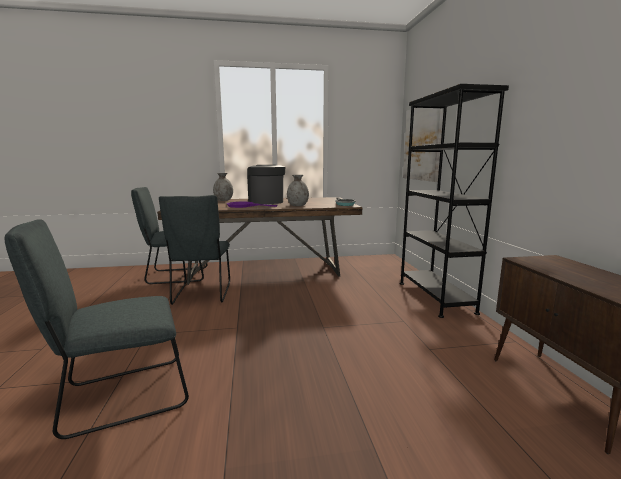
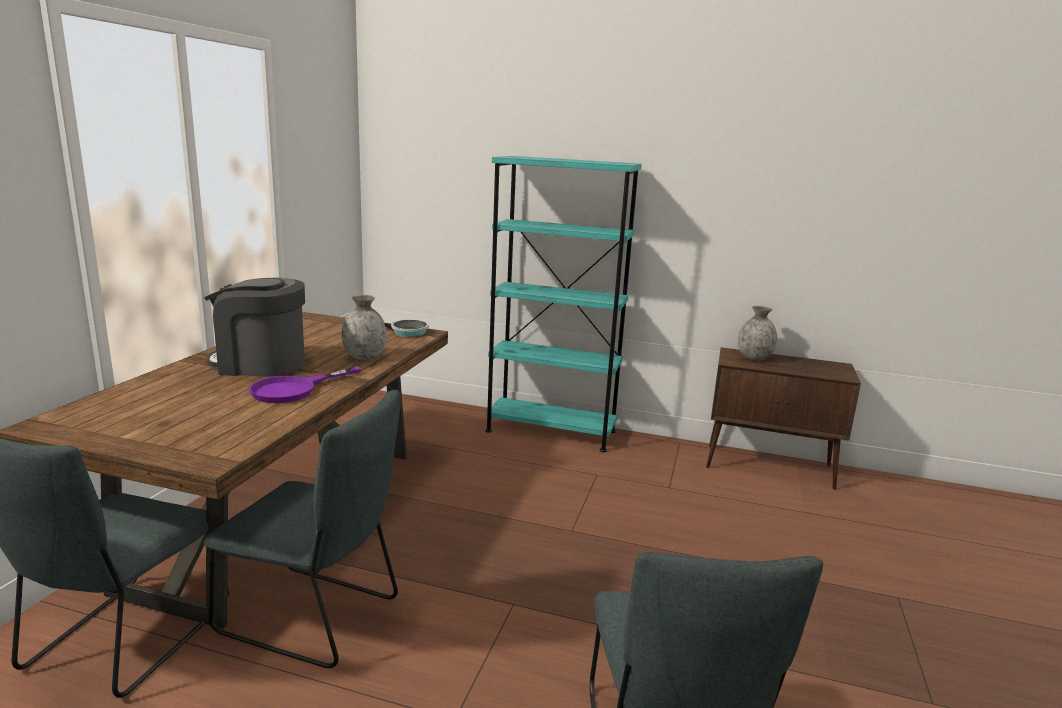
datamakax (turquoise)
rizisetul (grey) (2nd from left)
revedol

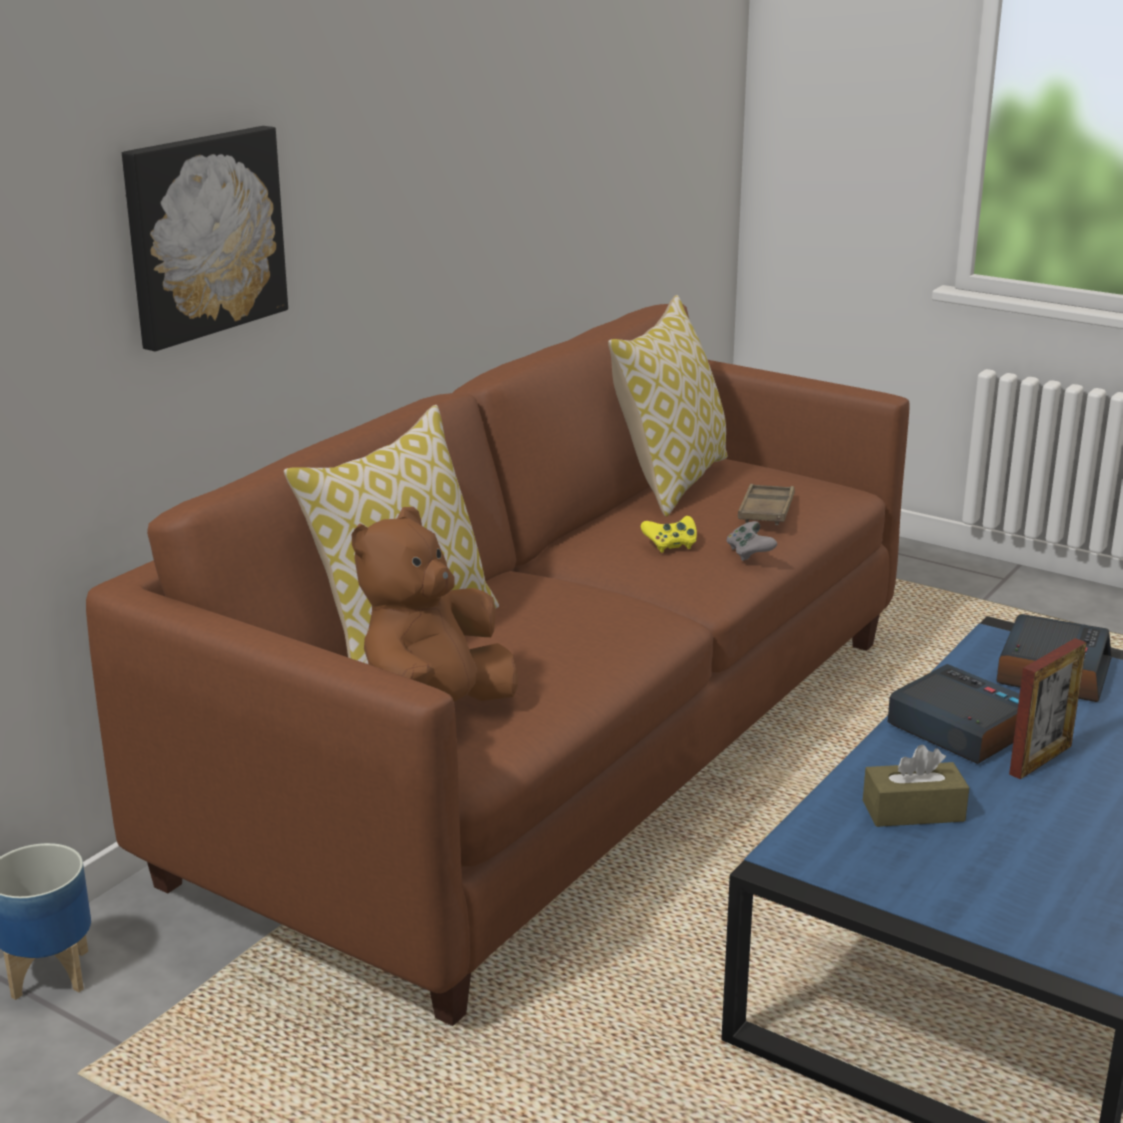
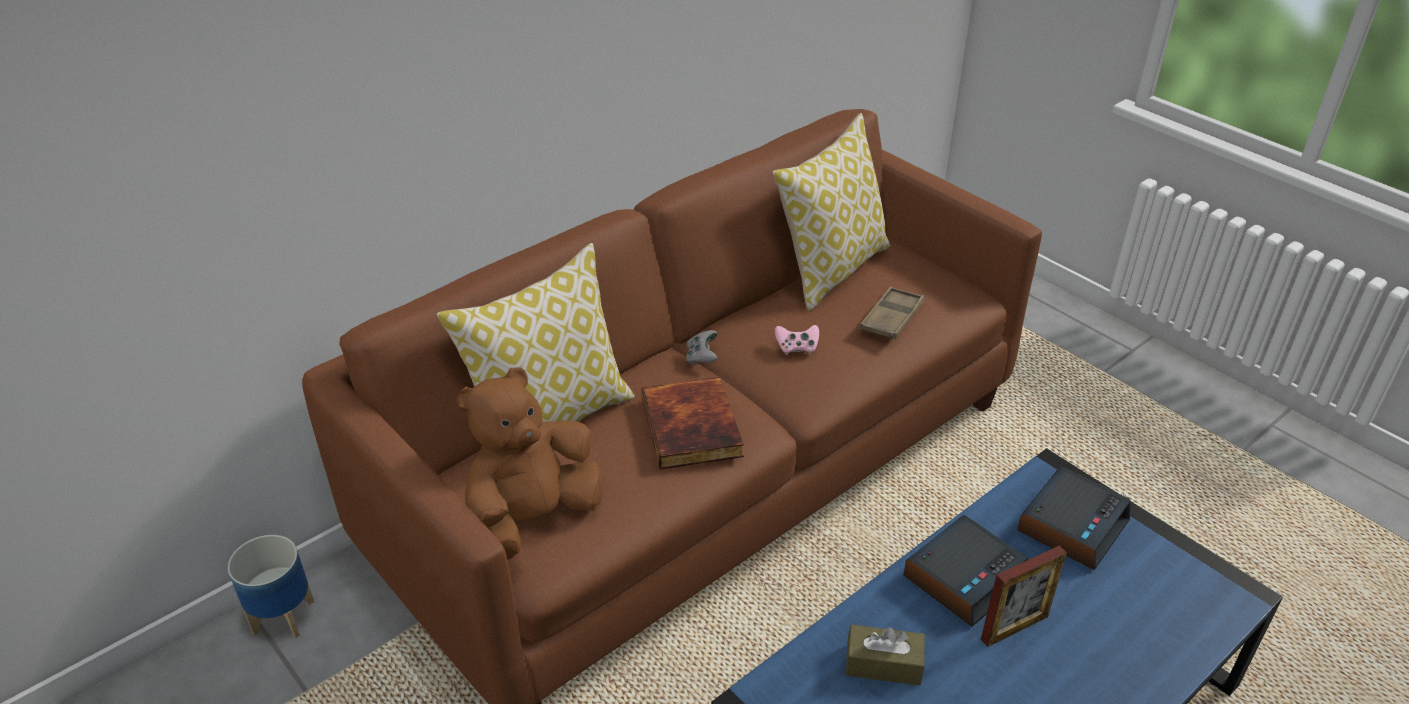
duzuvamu
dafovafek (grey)
dafovafek (pink)
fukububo (1st from left)
revedol

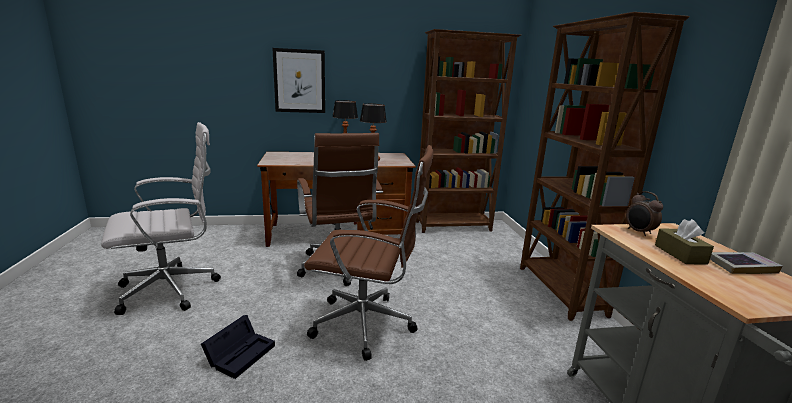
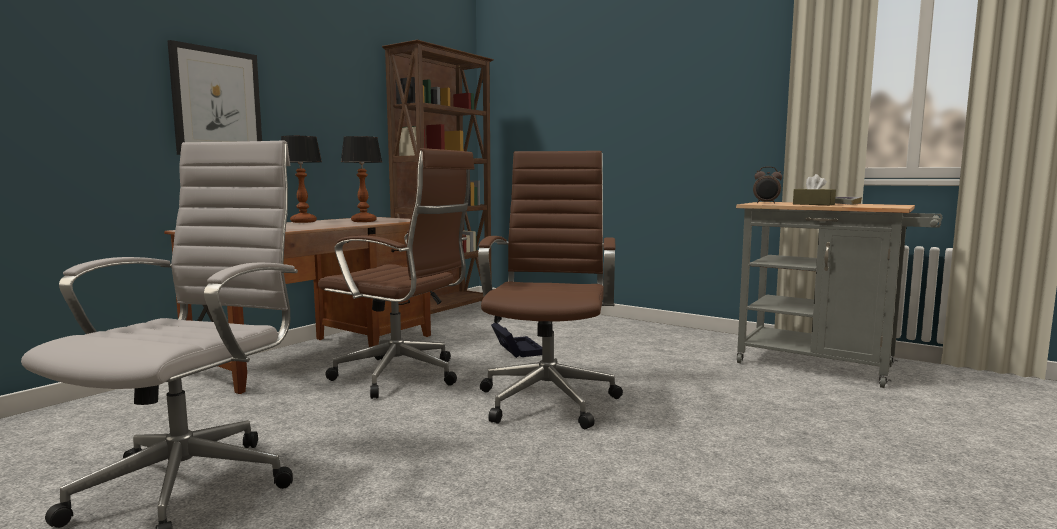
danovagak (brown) (2nd from left)
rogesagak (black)
datamakax (brown) (2nd from left in the first image)

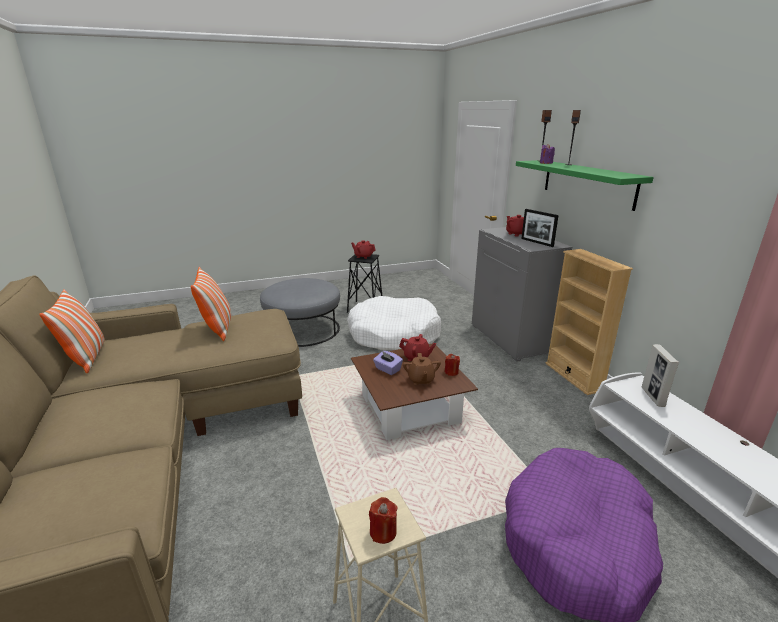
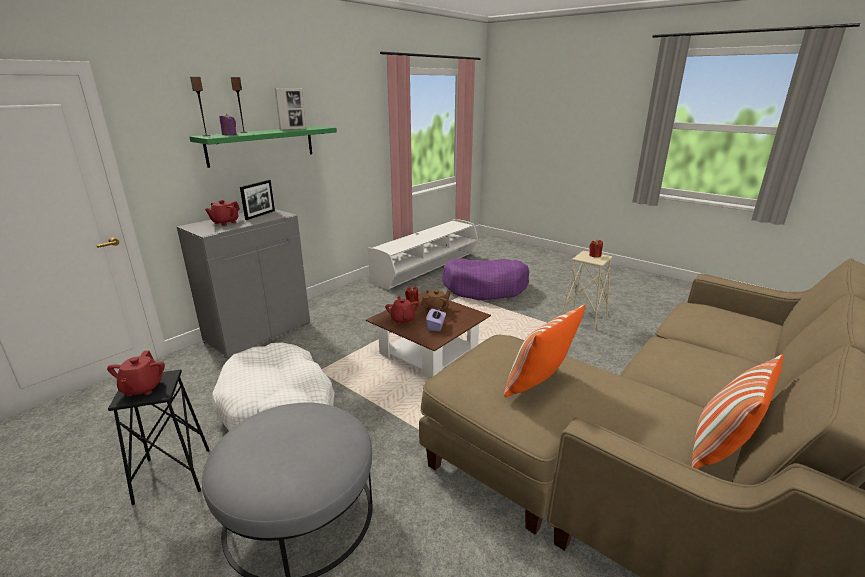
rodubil (2nd from left)
datamakax (beige)

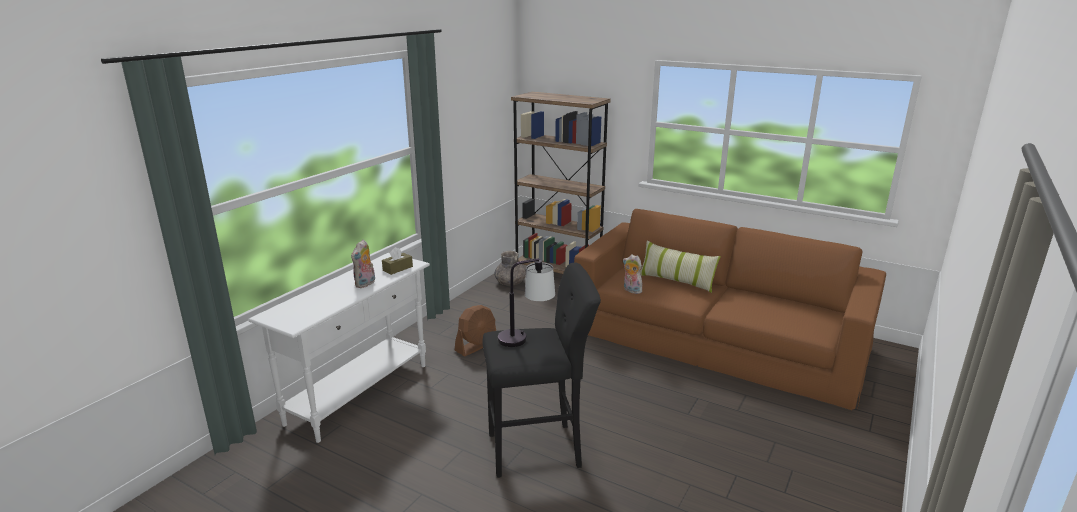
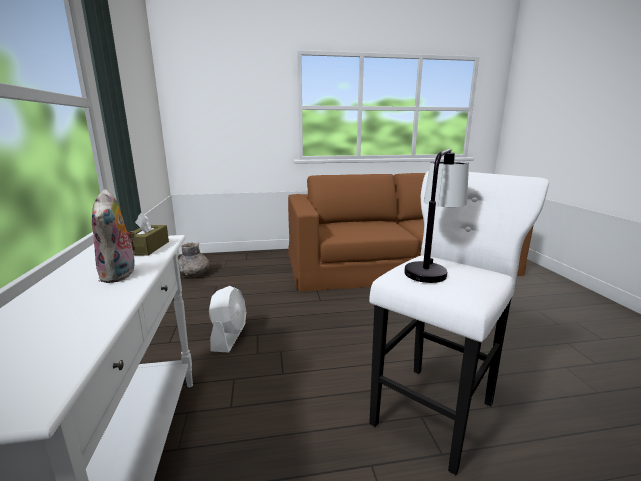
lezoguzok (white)
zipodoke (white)
datamakax (brown)
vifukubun (2nd from left in the first image)
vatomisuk

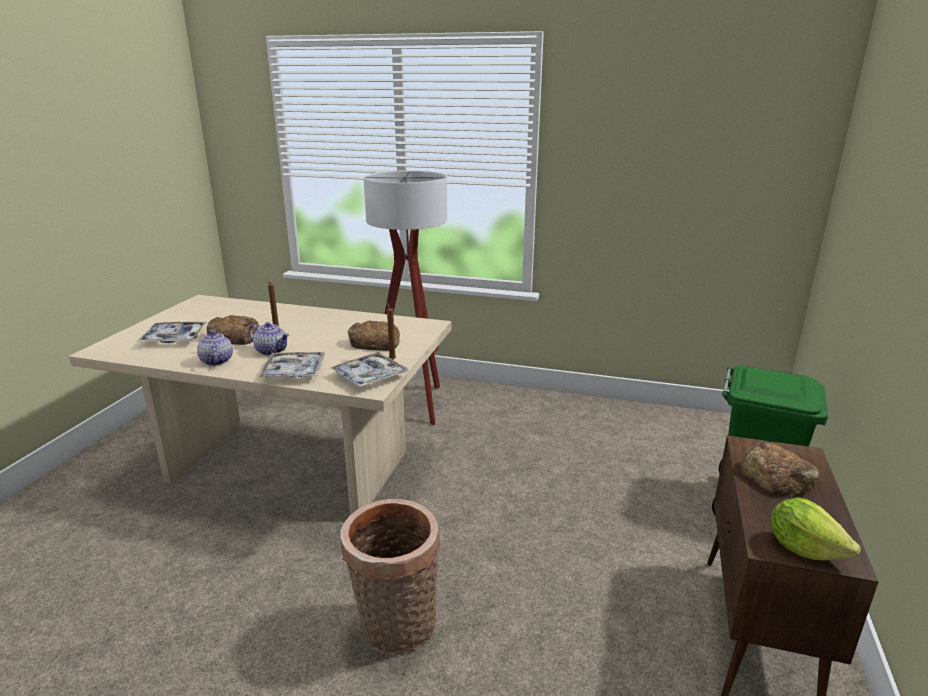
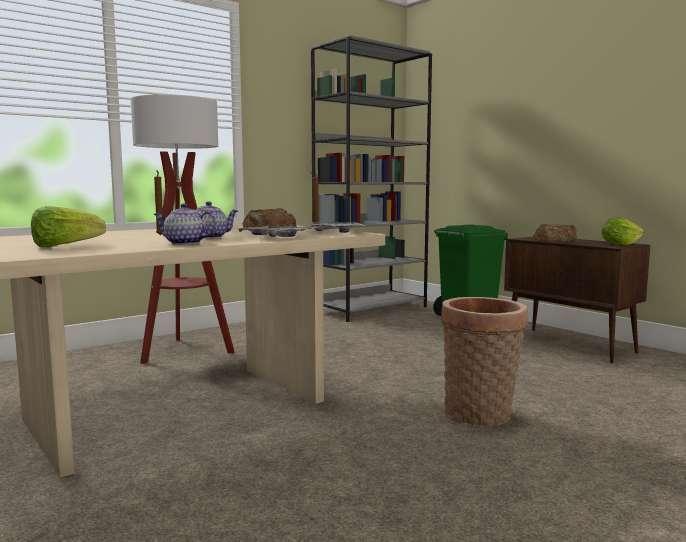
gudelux (1st from left)
datamakax (grey)
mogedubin (1st from left in the first image)

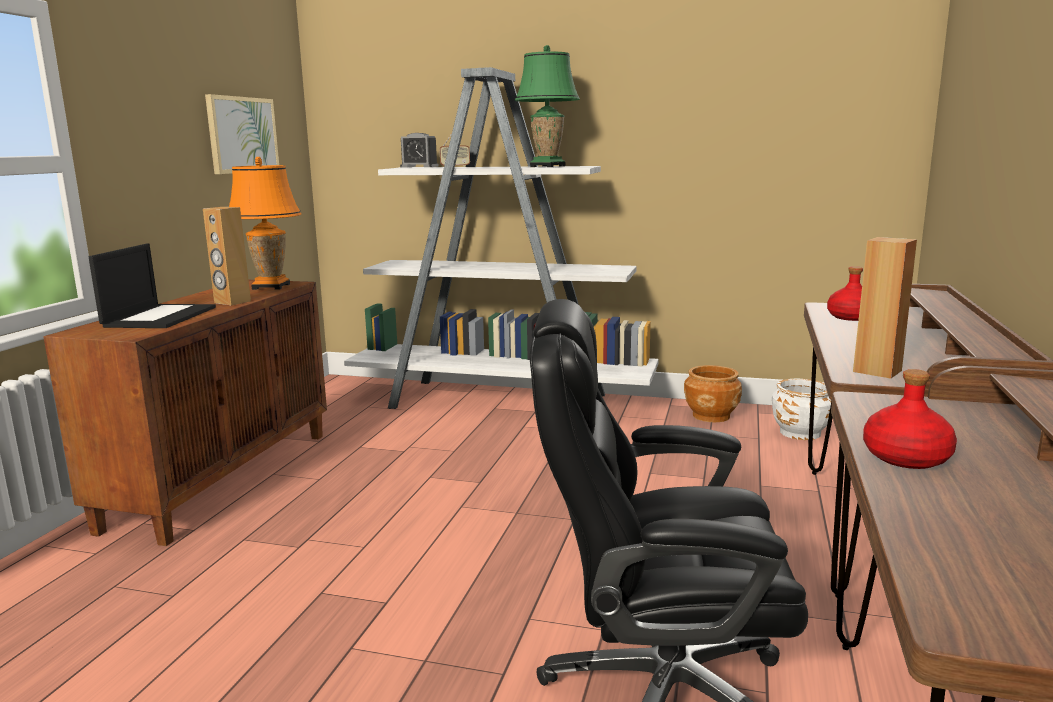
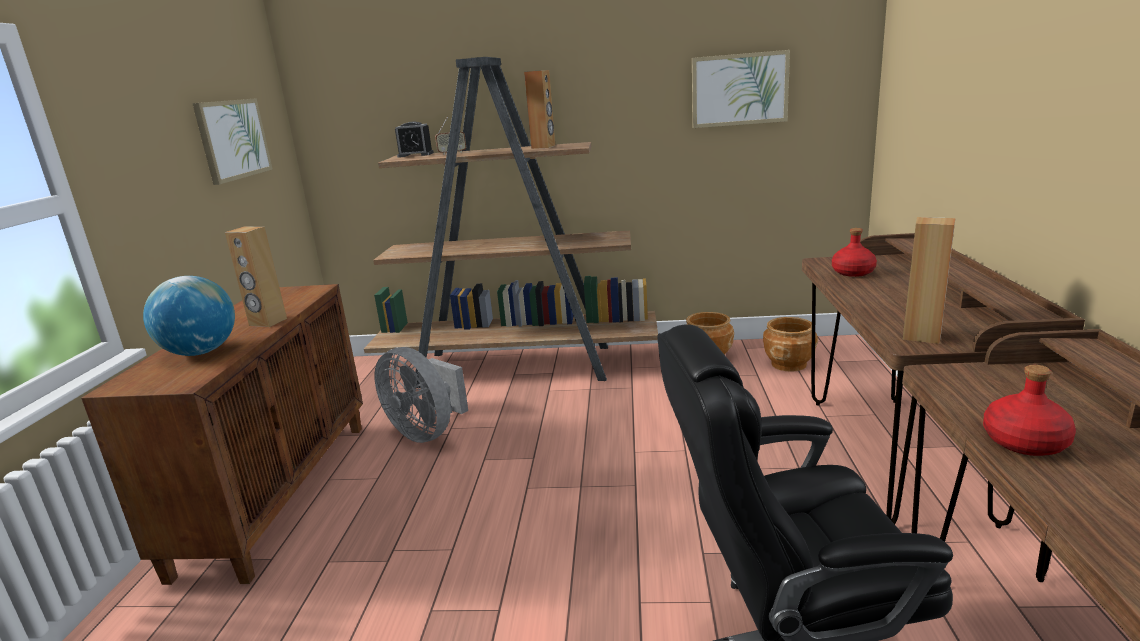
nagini
datamakax (brown)
lezoguzok (grey)
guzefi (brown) (2nd from left)
revedol (2nd from left)
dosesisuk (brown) (2nd from left)
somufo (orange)

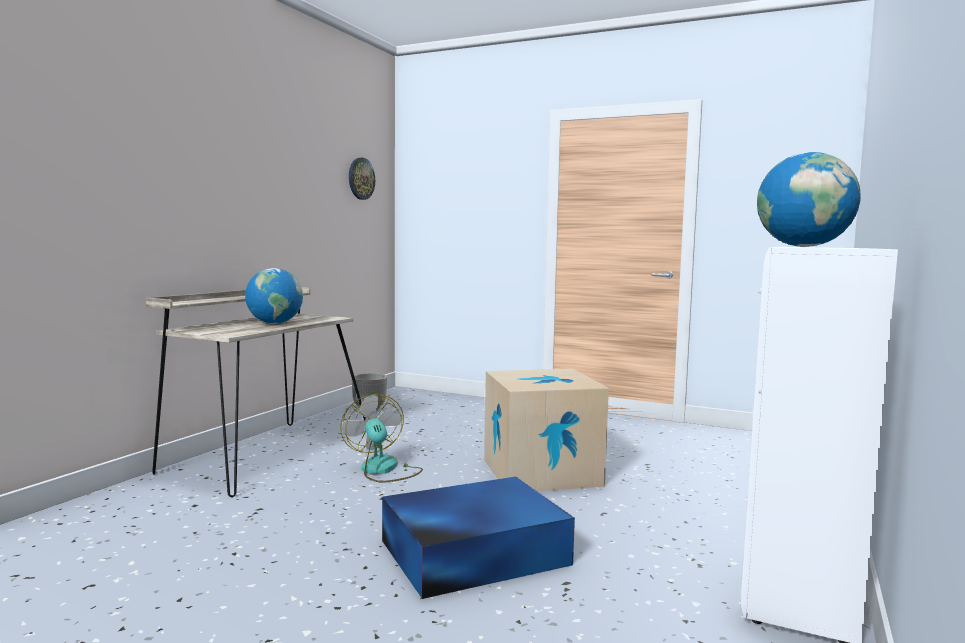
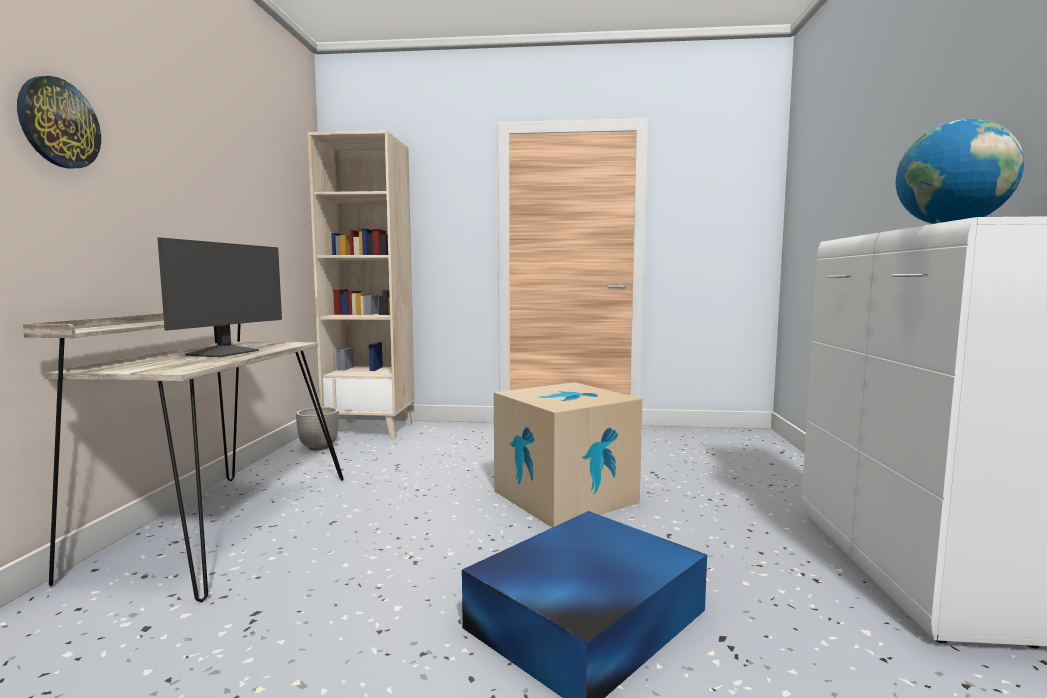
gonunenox
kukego
datamakax (beige)
lezoguzok

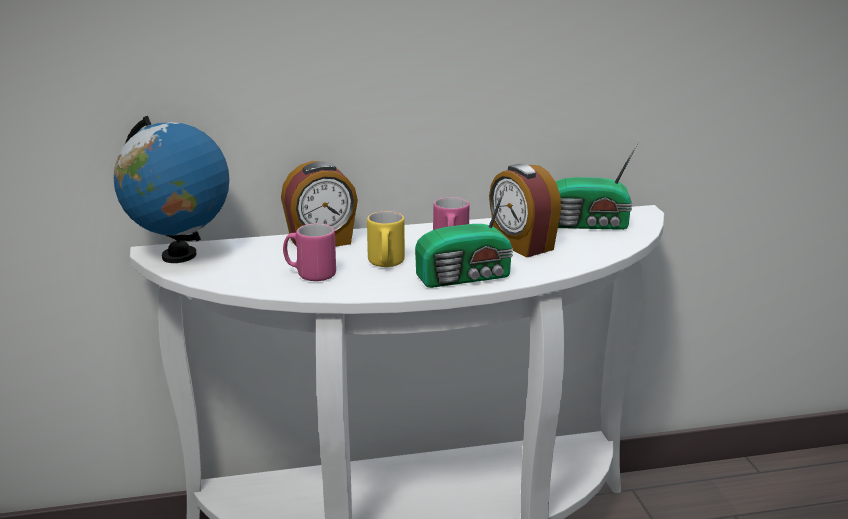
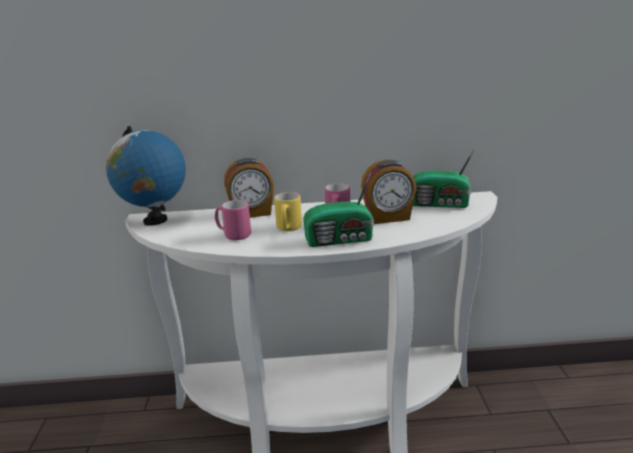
fukububo (2nd from left)

